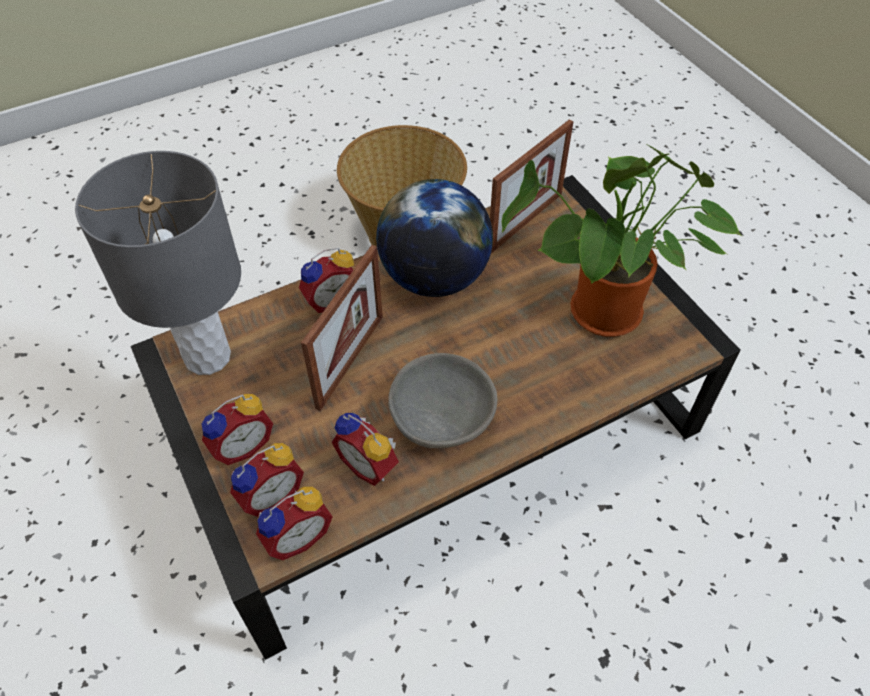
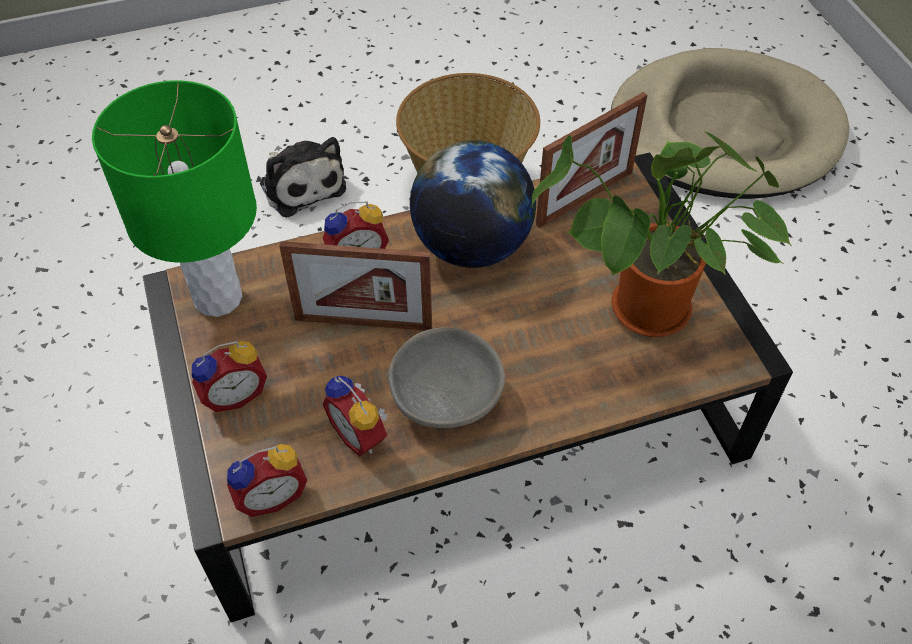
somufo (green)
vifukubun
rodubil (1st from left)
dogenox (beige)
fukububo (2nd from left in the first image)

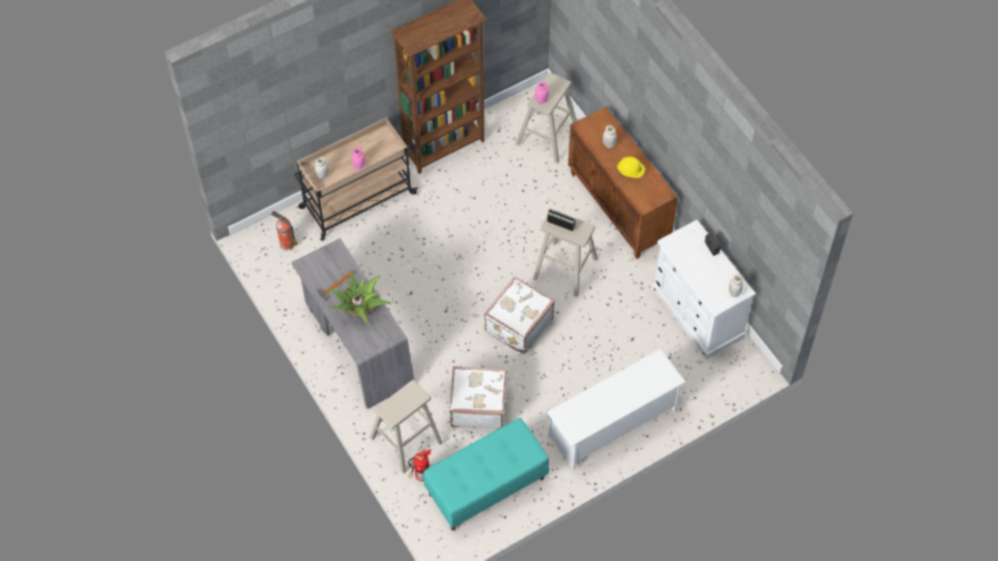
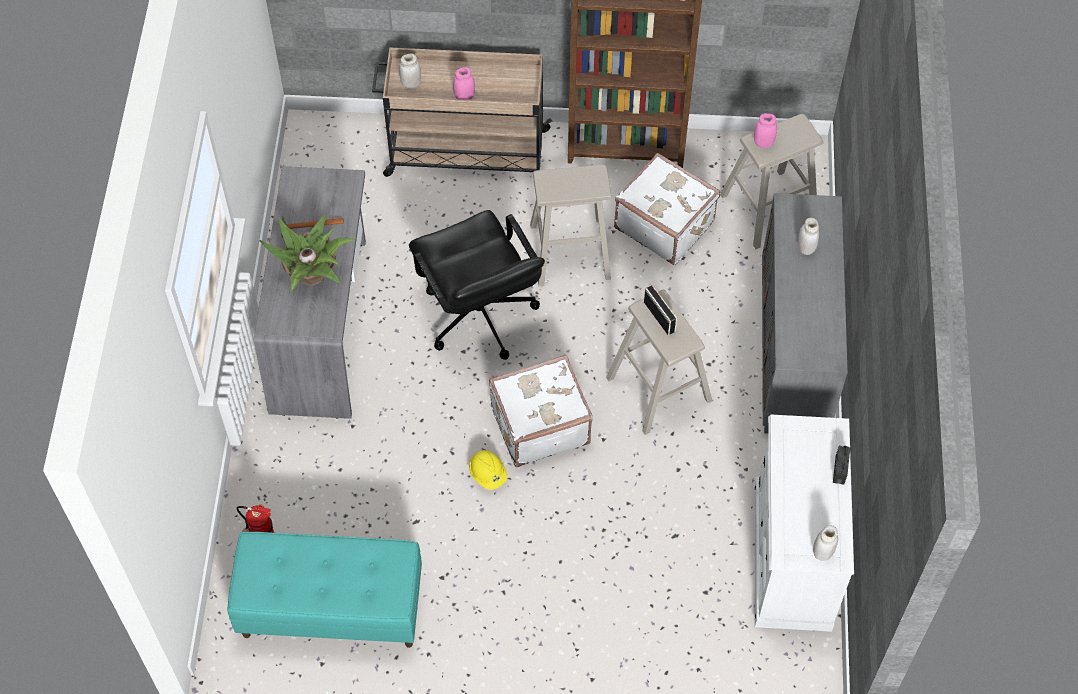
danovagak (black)
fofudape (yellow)
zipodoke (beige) (1st from left)
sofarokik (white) (2nd from left)
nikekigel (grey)
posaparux (1st from left in the first image)
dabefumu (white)

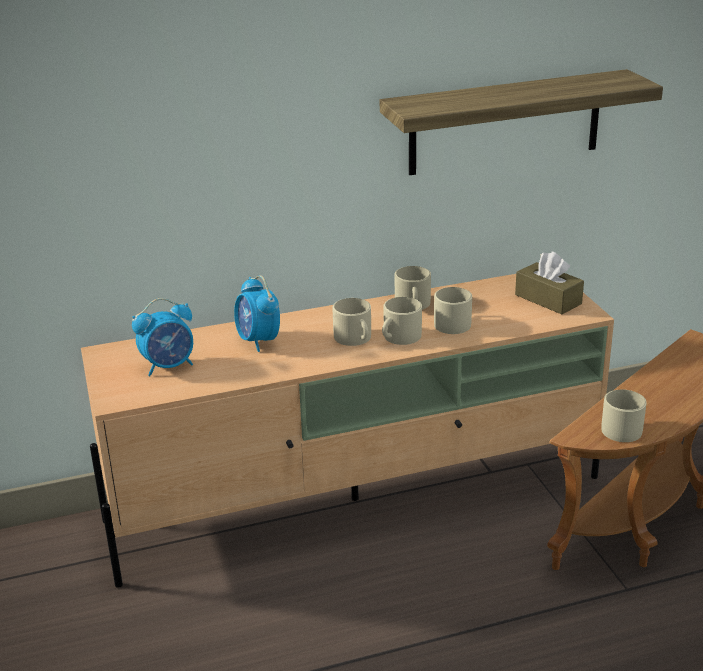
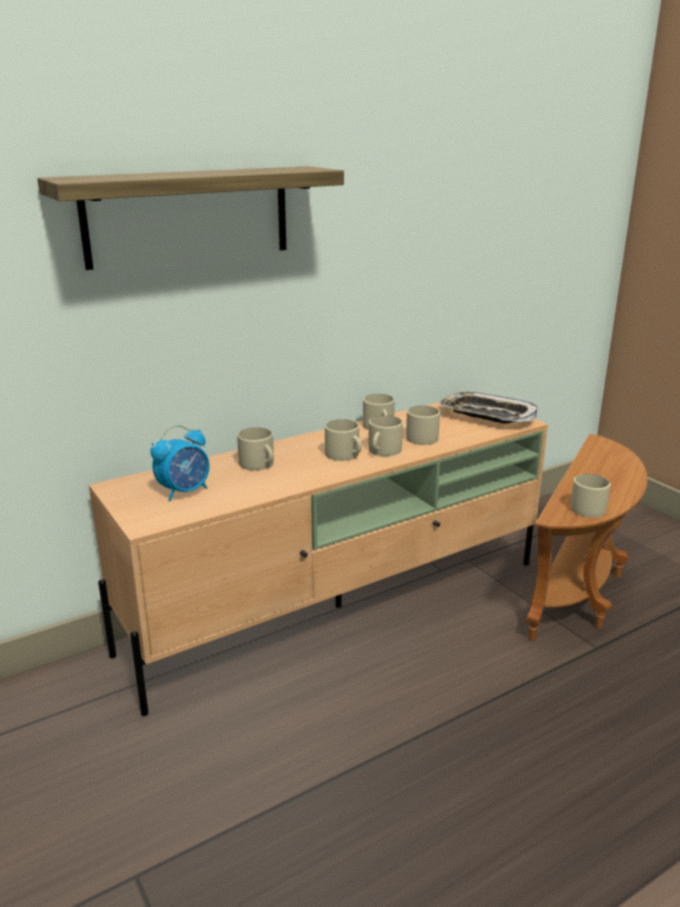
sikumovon
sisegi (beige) (1st from left)
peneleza

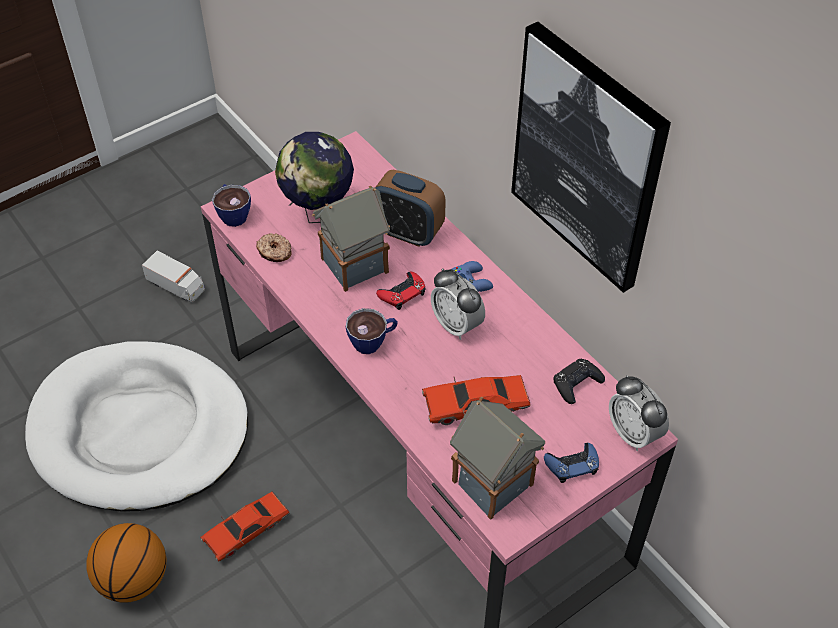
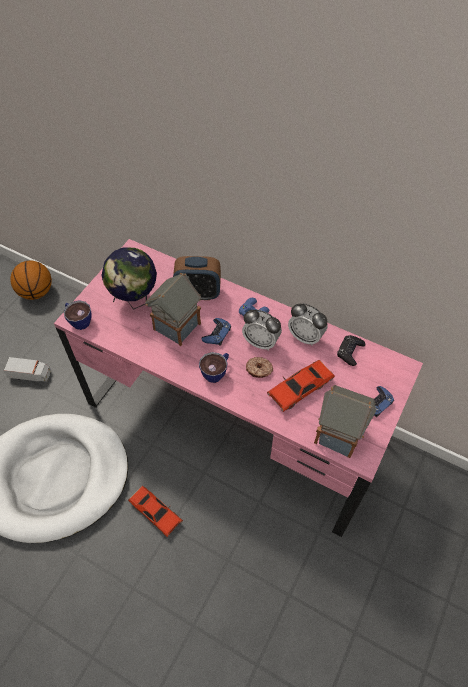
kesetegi
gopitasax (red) (1st from left)
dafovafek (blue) (1st from left)
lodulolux
fukububo (3rd from left)
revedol

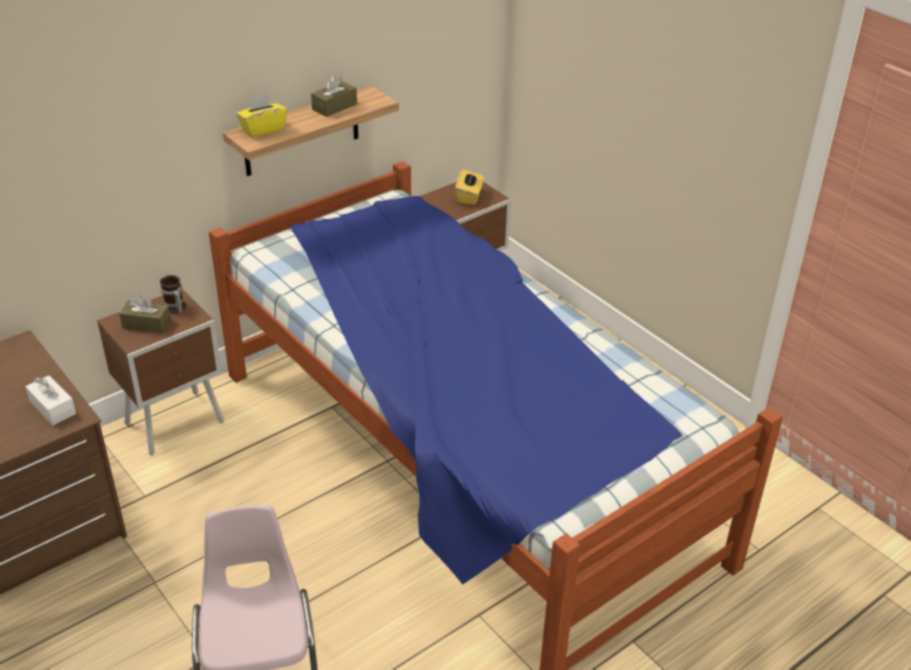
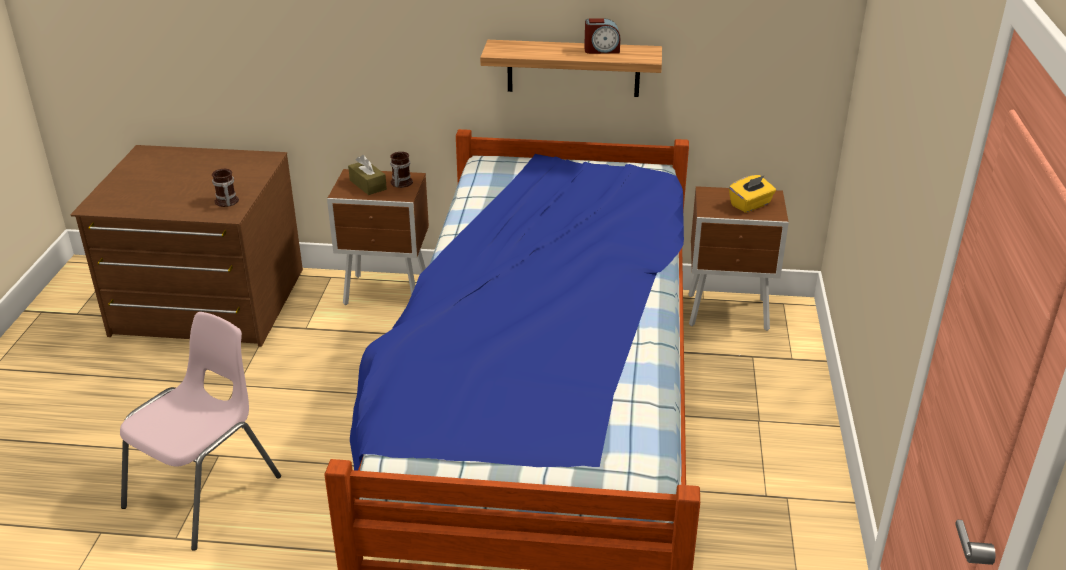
sisegi (1st from left)
fukububo
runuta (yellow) (1st from left in the first image)

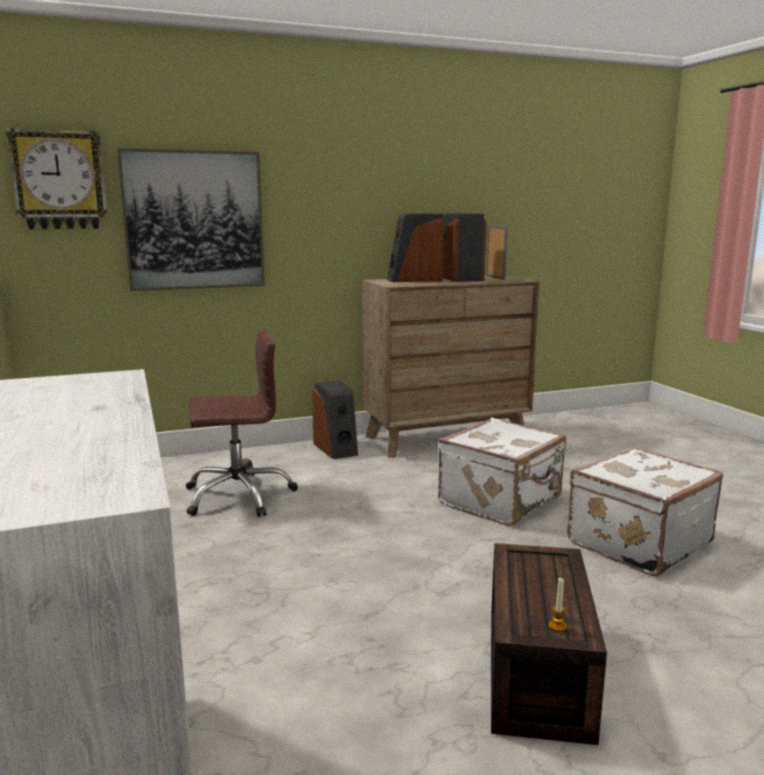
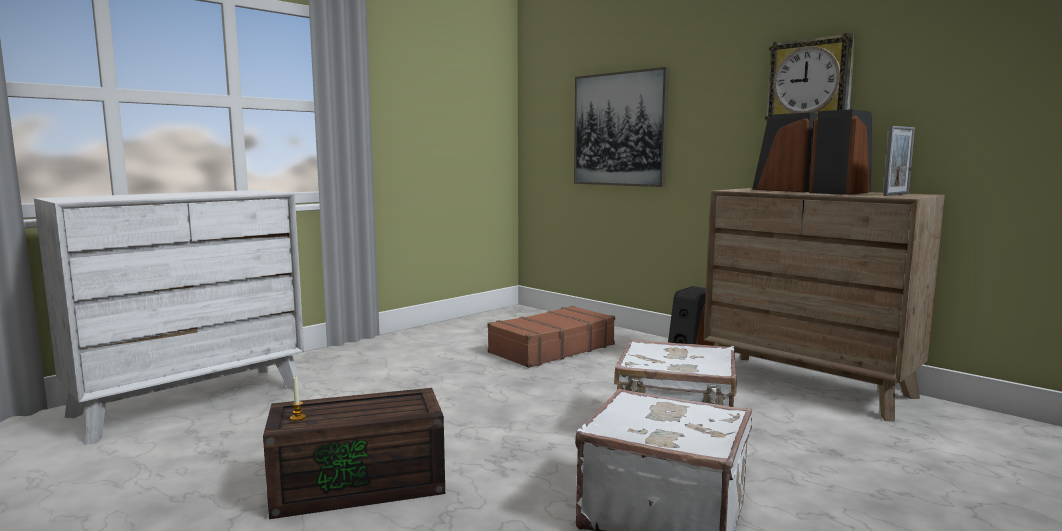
sofarokik (brown)
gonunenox

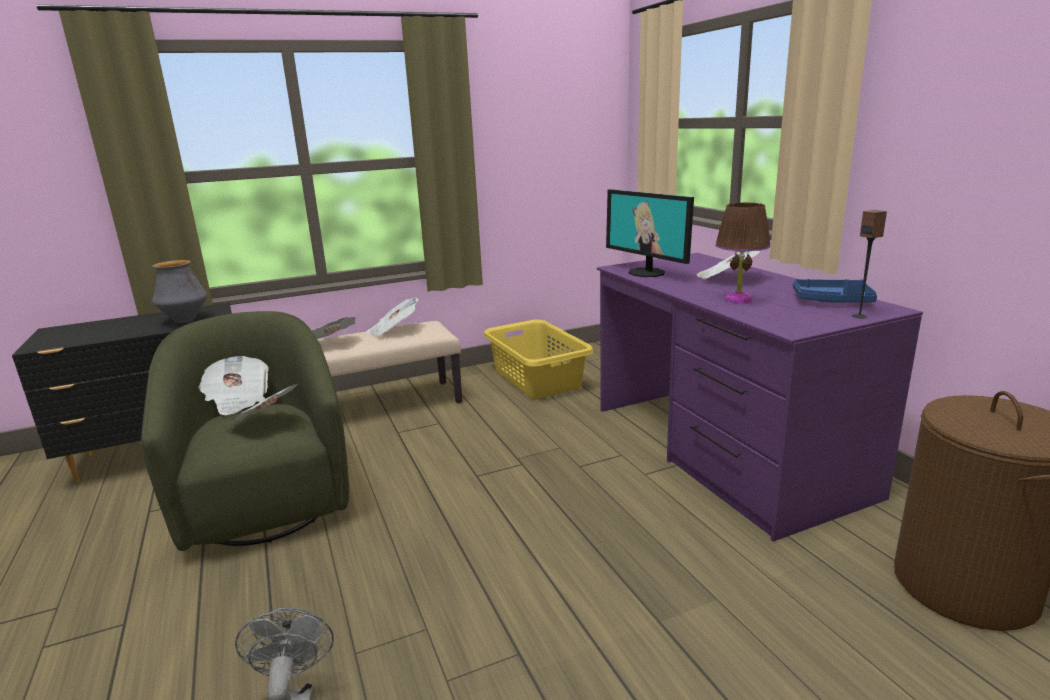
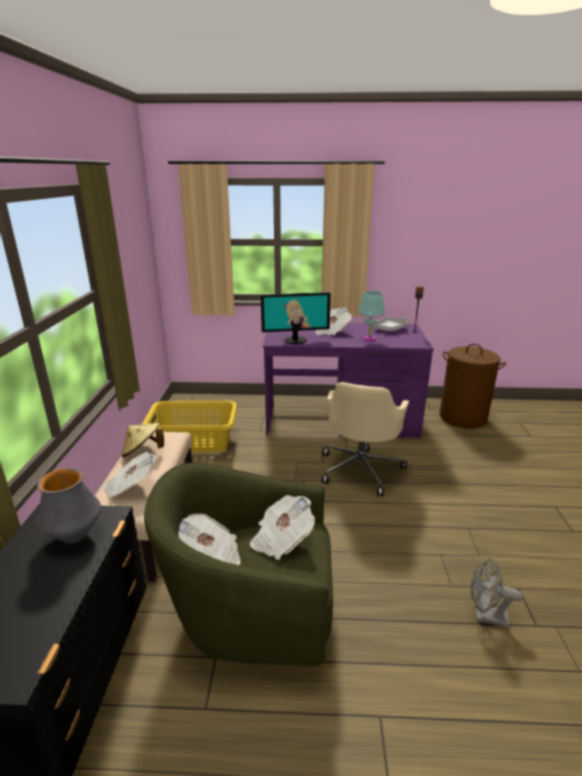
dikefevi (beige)
danovagak (beige)
somufo (turquoise)
peneleza (grey)

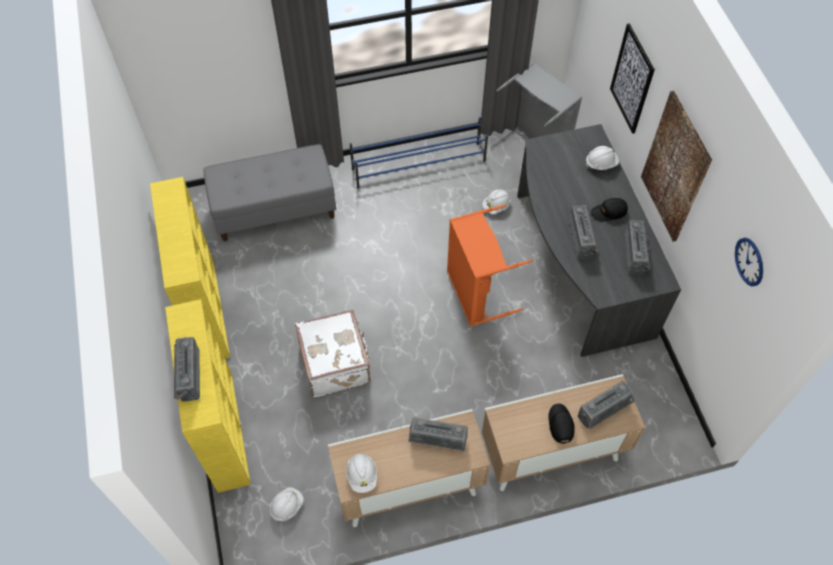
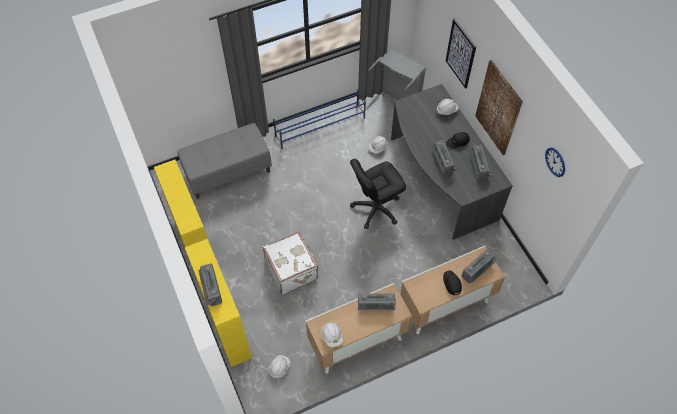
danovagak (black)

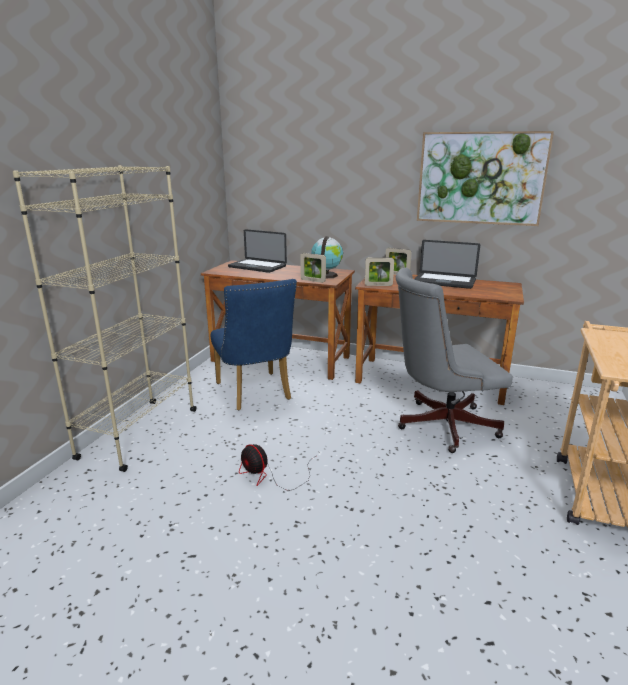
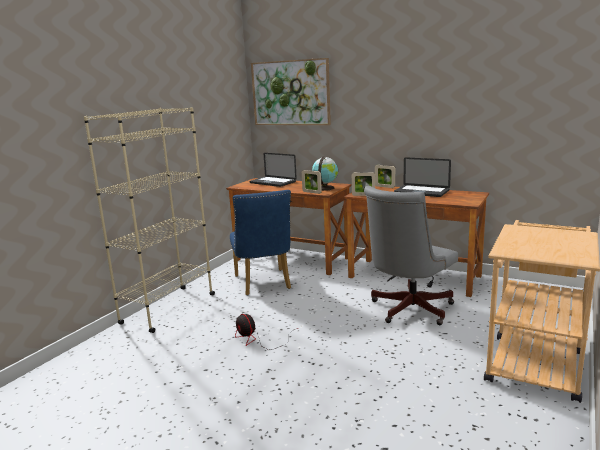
revedol
danovagak (grey)

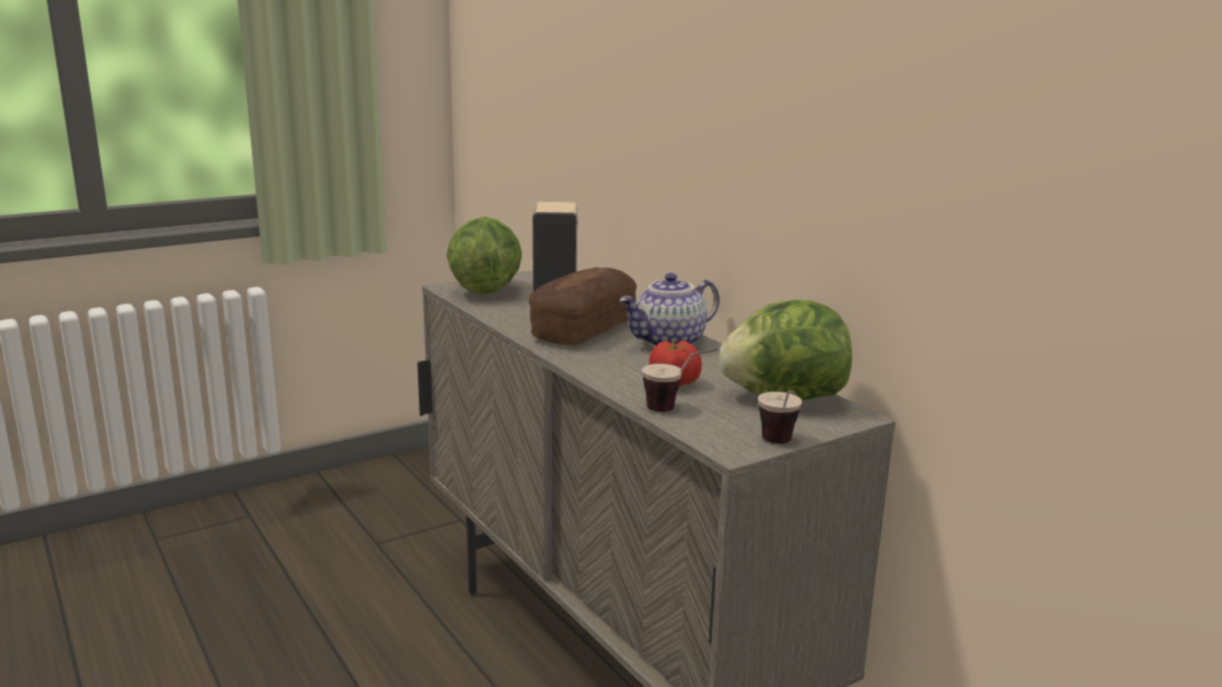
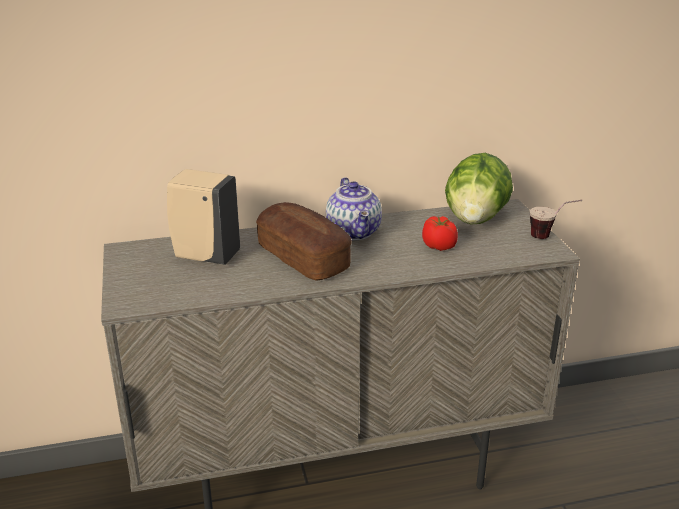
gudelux (1st from left in the first image)
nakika (1st from left in the first image)

